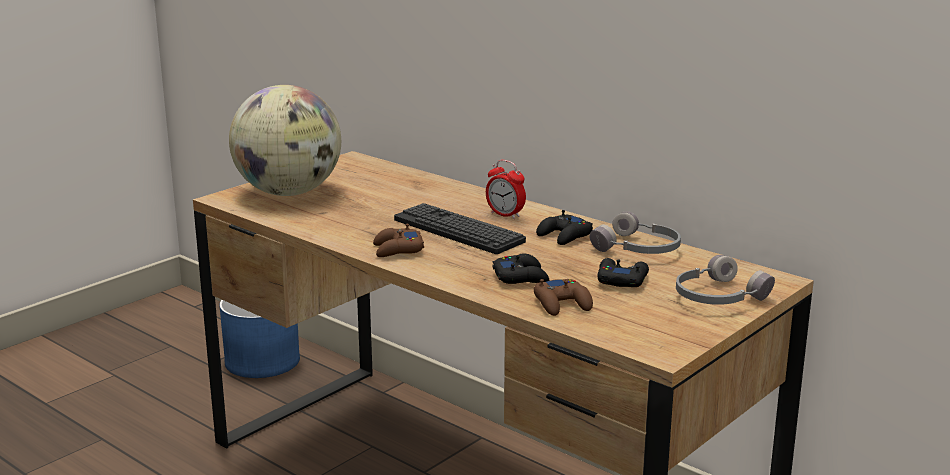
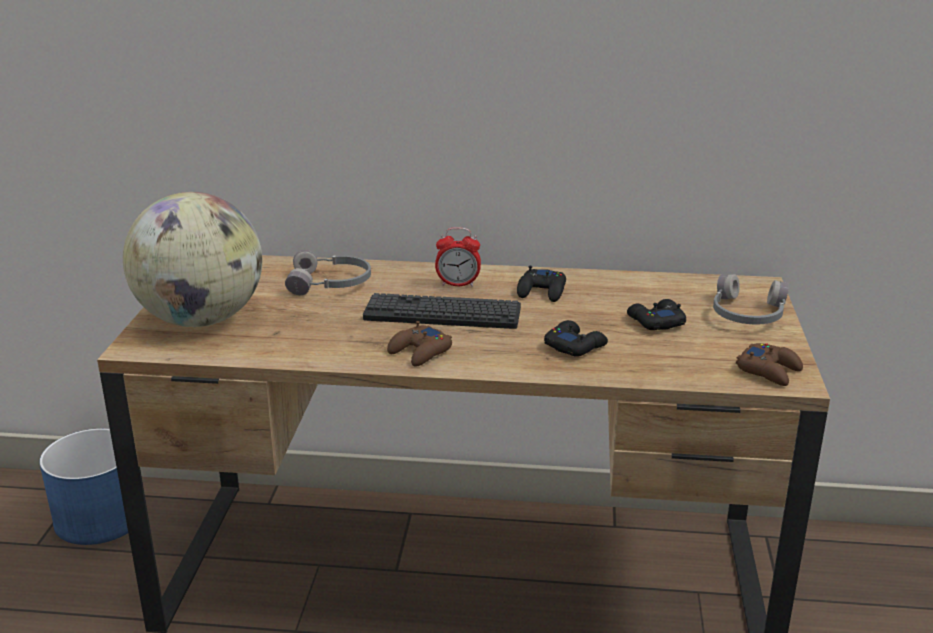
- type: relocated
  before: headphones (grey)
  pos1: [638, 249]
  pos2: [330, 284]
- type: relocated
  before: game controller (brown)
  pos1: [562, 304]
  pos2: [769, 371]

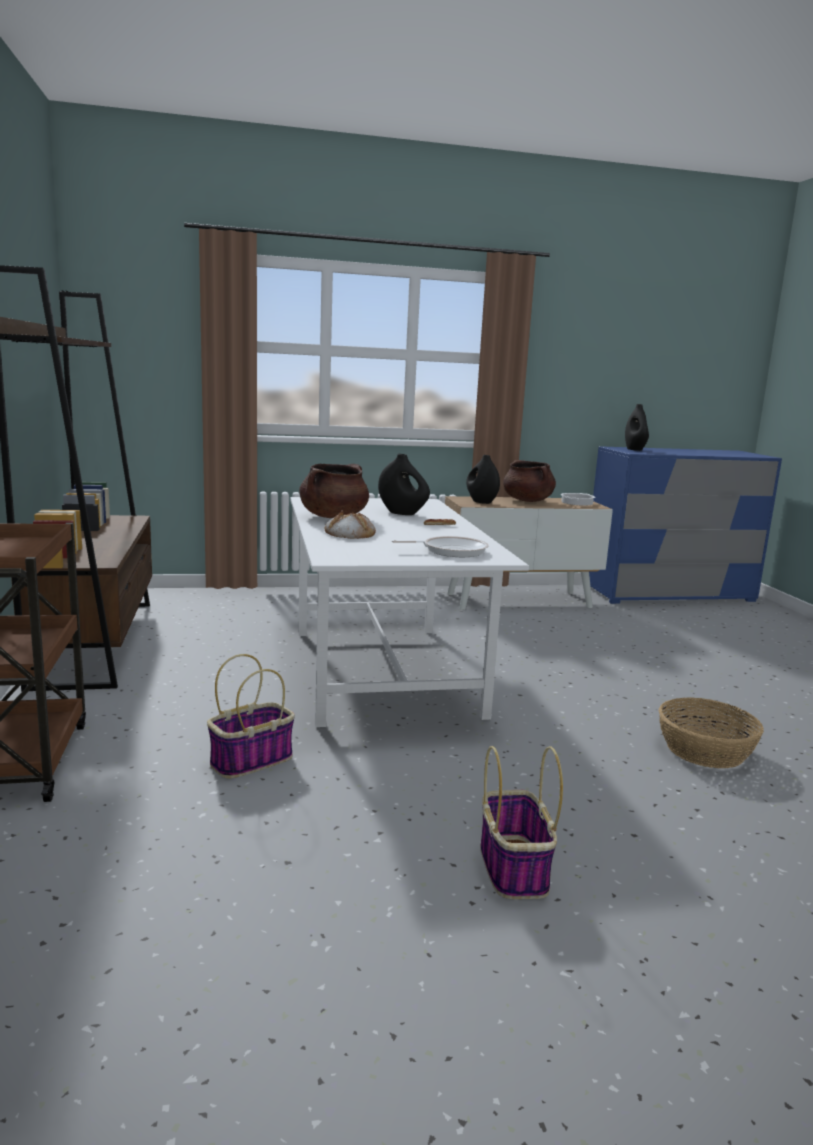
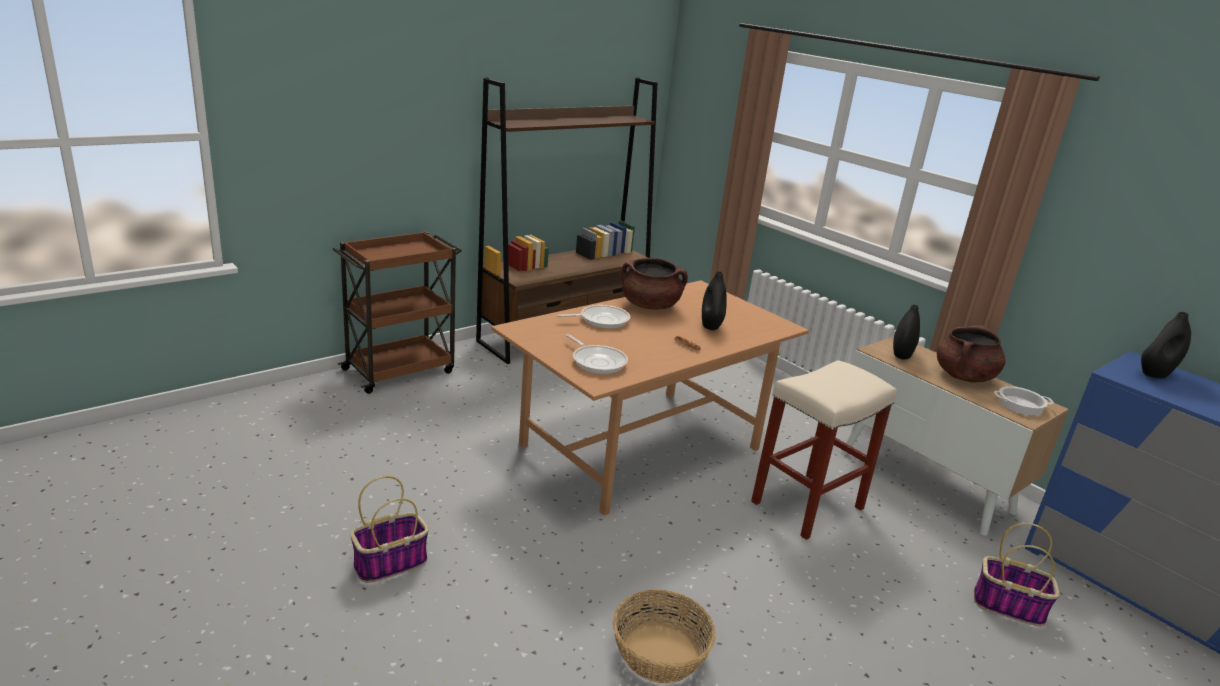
- type: colour
  before: dining table (white)
  after: dining table (brown)
  pos1: [381, 670]
  pos2: [641, 445]
- type: exchanged
  before: bread
  after: frying pan
  pos1: [349, 533]
  pos2: [601, 320]
- type: appeared
  after: stool (beige)
  pos2: [807, 506]
- type: relocated
  before: basket
  pos1: [252, 760]
  pos2: [1009, 606]

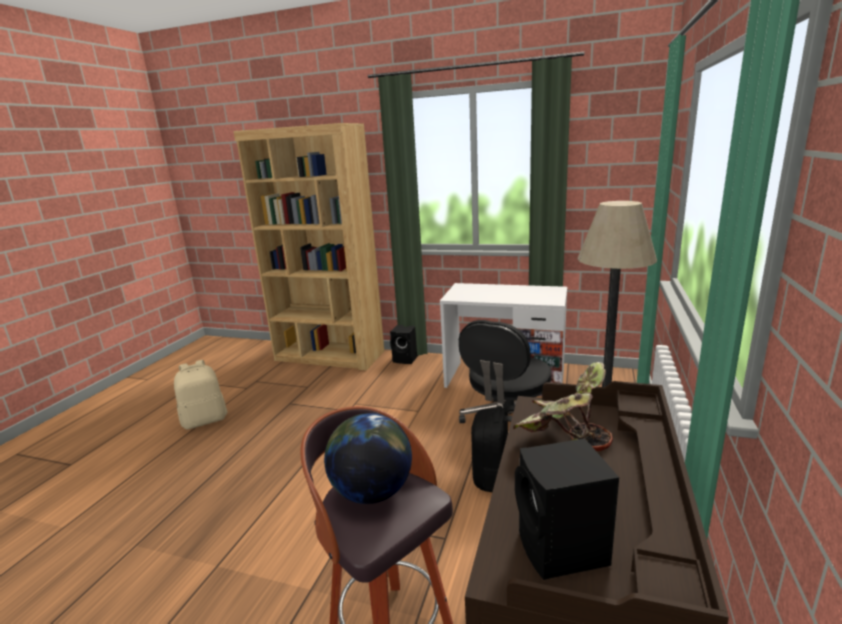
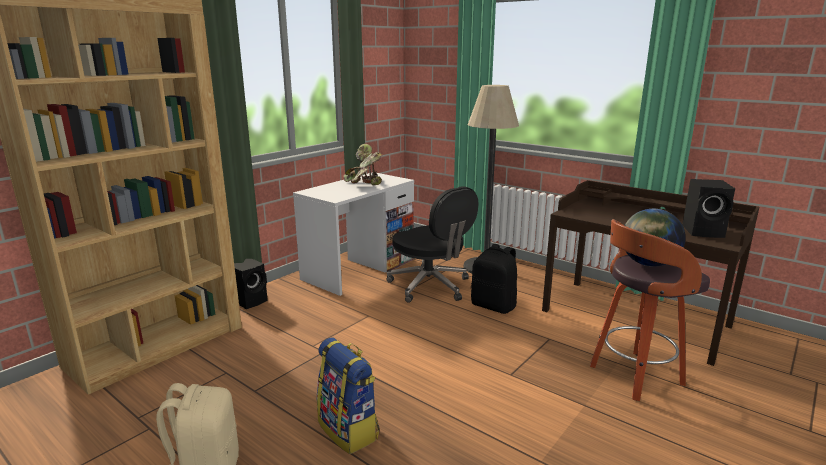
- type: appeared
  after: backpack
  pos2: [349, 430]
- type: relocated
  before: potted plant
  pos1: [562, 439]
  pos2: [364, 184]

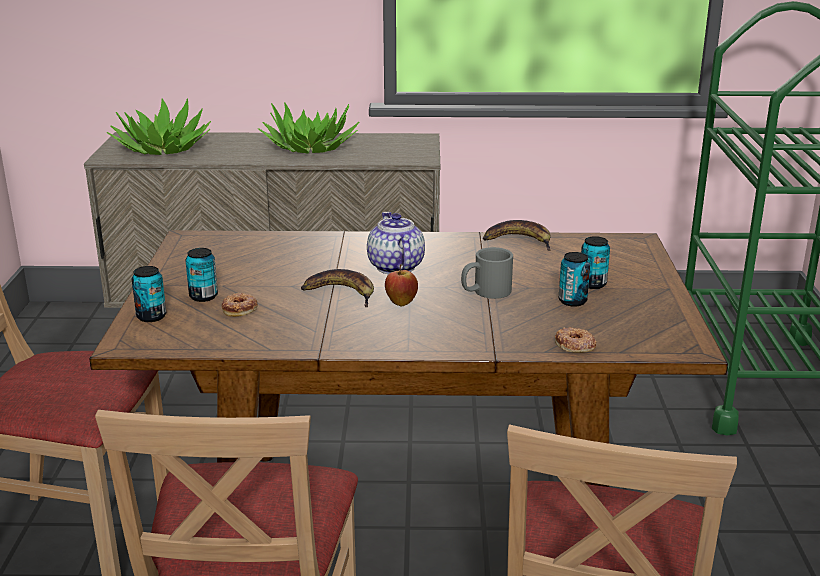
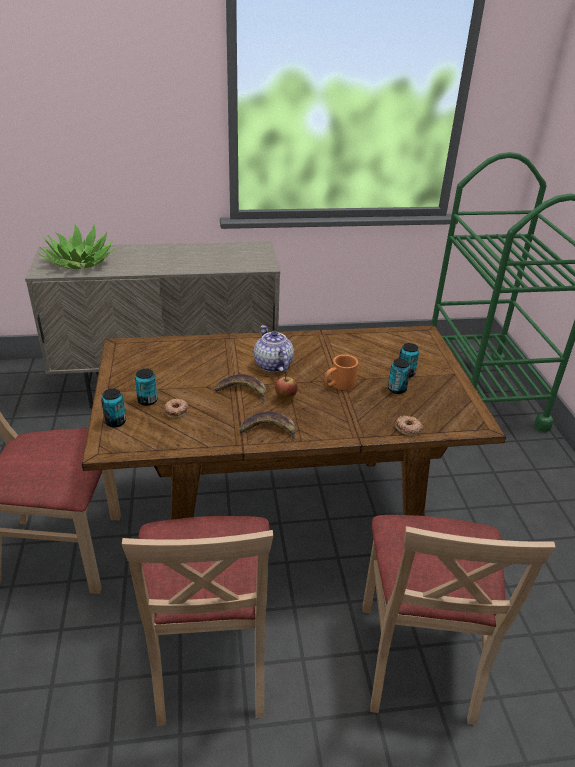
- type: relocated
  before: banana
  pos1: [519, 241]
  pos2: [269, 430]
- type: colour
  before: mug (grey)
  after: mug (orange)
  pos1: [485, 292]
  pos2: [338, 385]
- type: missing
  before: potted plant
  pos1: [310, 147]

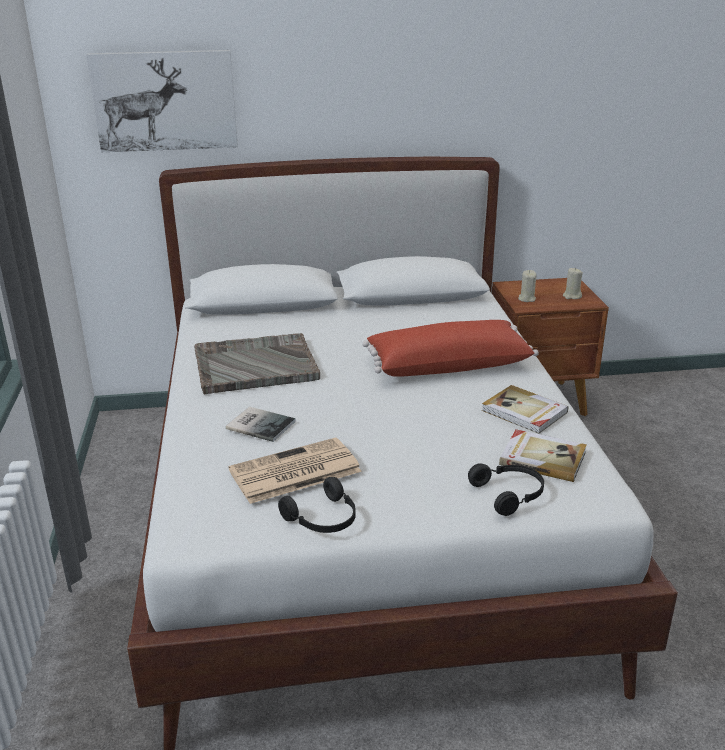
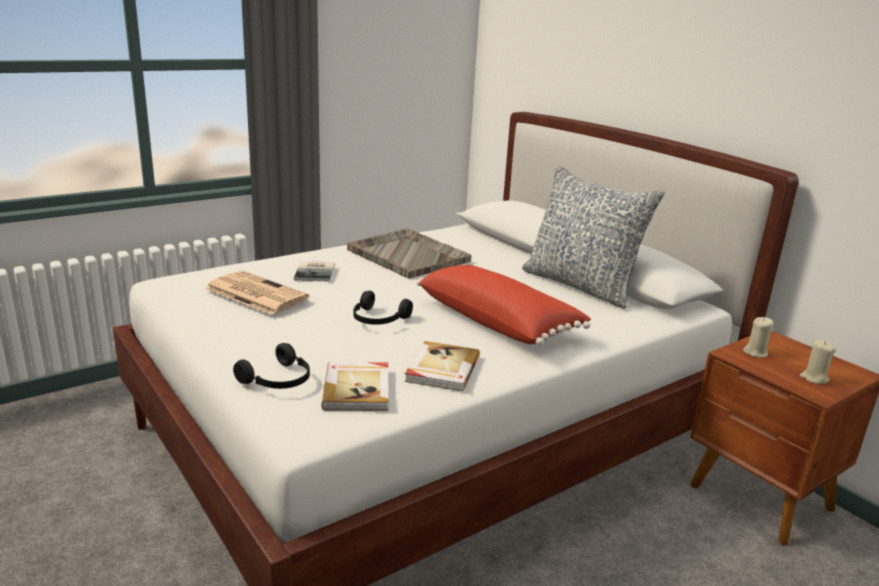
- type: relocated
  before: headphones (black)
  pos1: [324, 519]
  pos2: [378, 319]
- type: appeared
  after: pillow
  pos2: [581, 285]
- type: missing
  before: picture
  pos1: [165, 100]

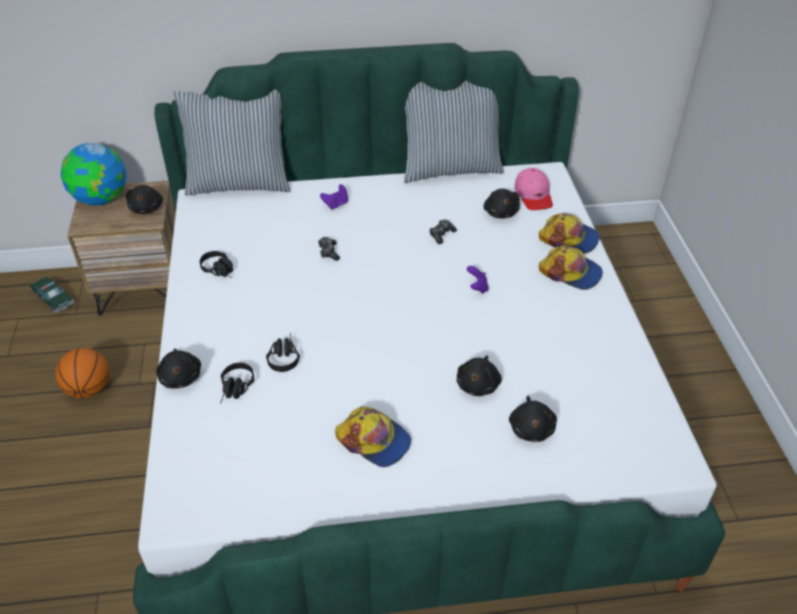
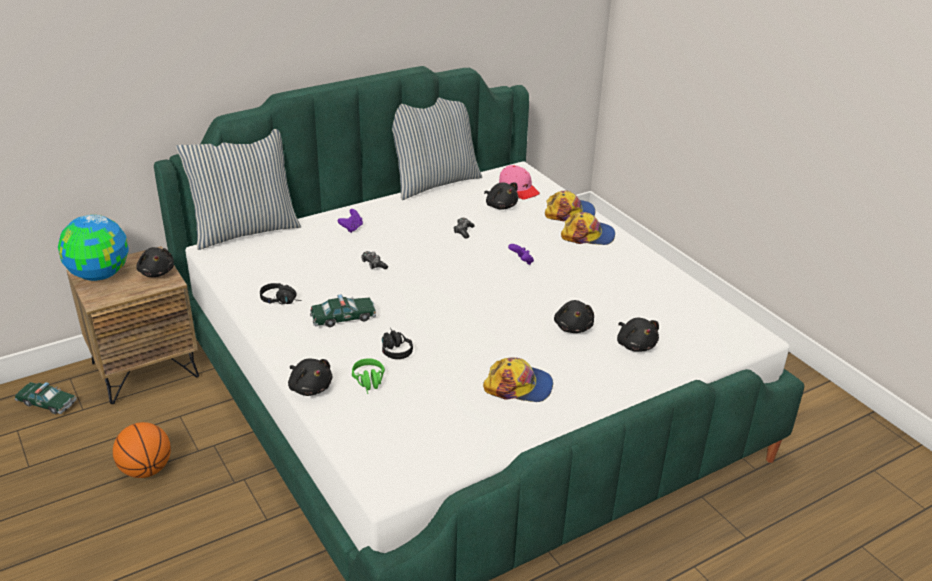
- type: appeared
  after: toy car
  pos2: [343, 318]
- type: colour
  before: headphones (black)
  after: headphones (green)
  pos1: [236, 390]
  pos2: [370, 383]

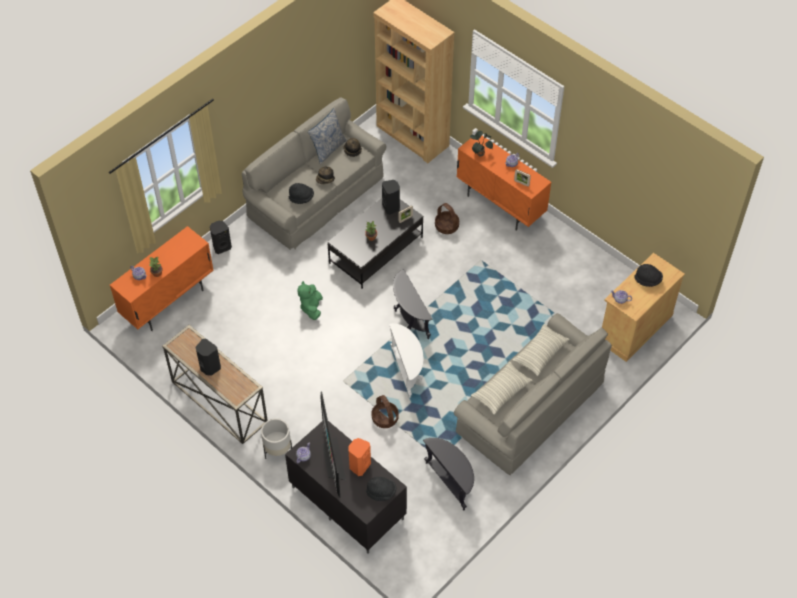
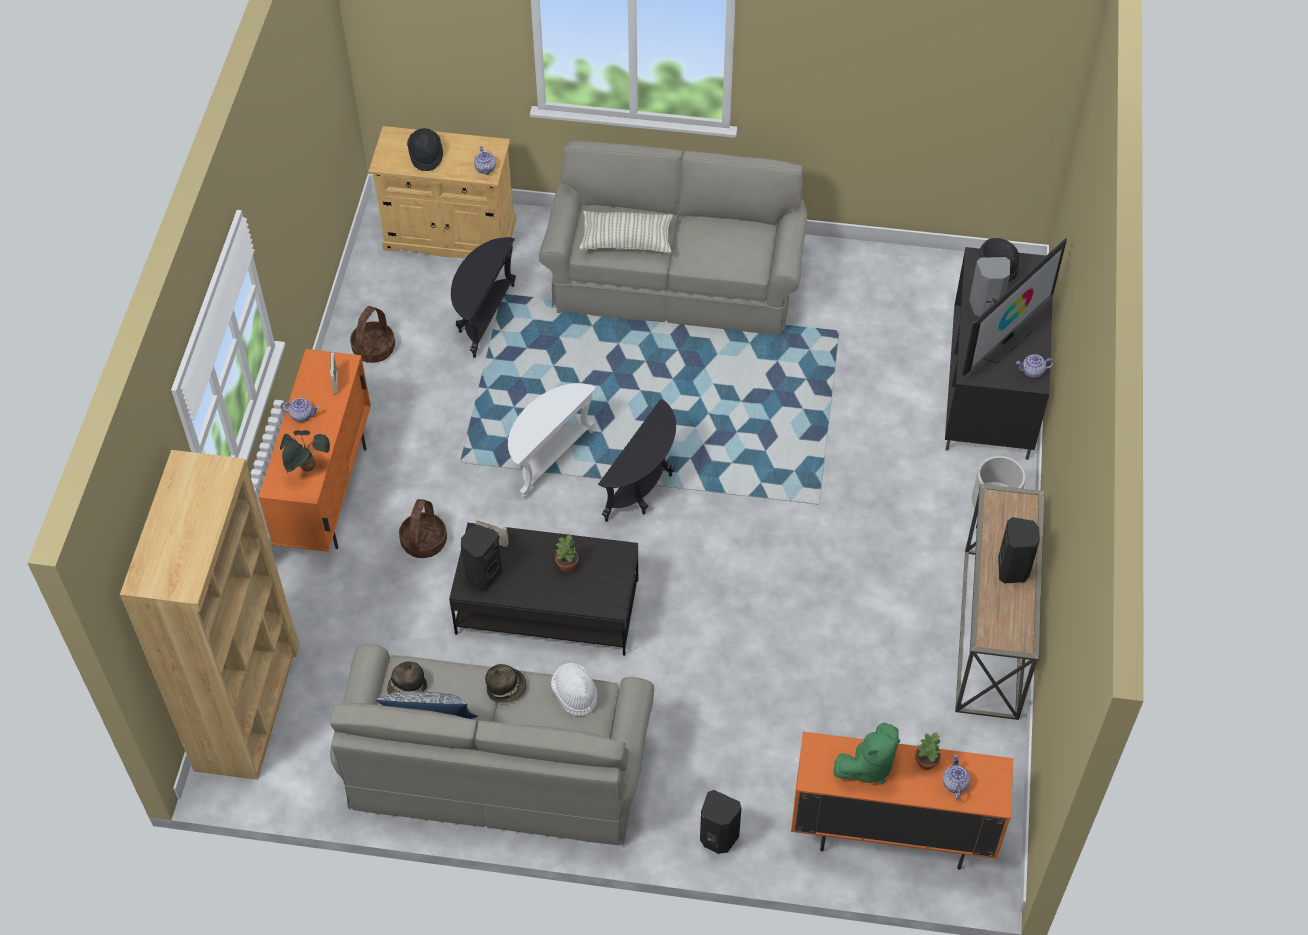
- type: relocated
  before: basket
  pos1: [384, 418]
  pos2: [374, 349]
- type: relocated
  before: side table (black)
  pos1: [451, 482]
  pos2: [483, 317]
- type: relocated
  before: side table (white)
  pos1: [407, 371]
  pos2: [548, 458]
- type: colour
  before: hat (black)
  after: hat (white)
  pos1: [301, 198]
  pos2: [575, 694]
- type: relocated
  before: plush toy (green)
  pos1: [311, 308]
  pos2: [868, 766]
- type: colour
  before: speaker (orange)
  after: speaker (grey)
  pos1: [359, 466]
  pos2: [986, 307]
- type: missing
  before: pillow
  pos1: [501, 392]

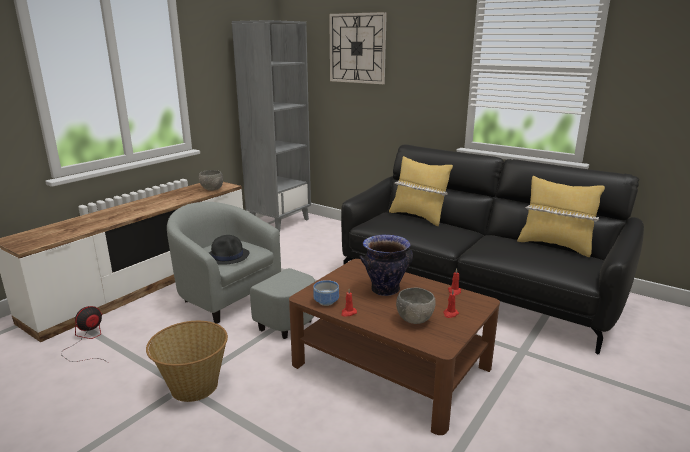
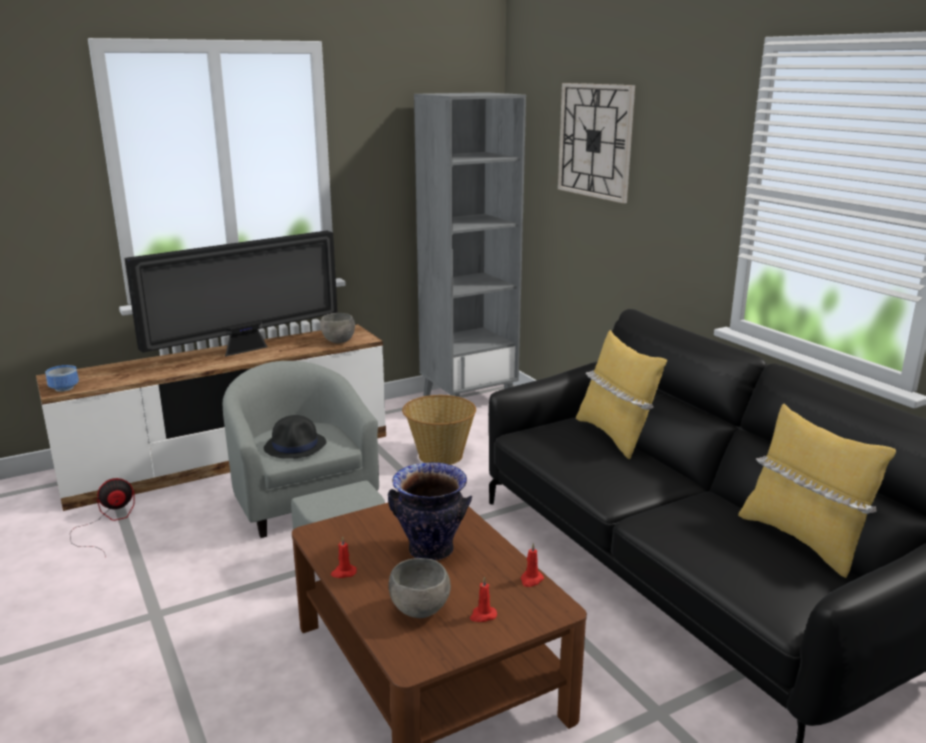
- type: relocated
  before: bowl
  pos1: [326, 302]
  pos2: [63, 389]
- type: appeared
  after: television
  pos2: [247, 349]
- type: relocated
  before: basket
  pos1: [193, 386]
  pos2: [439, 456]

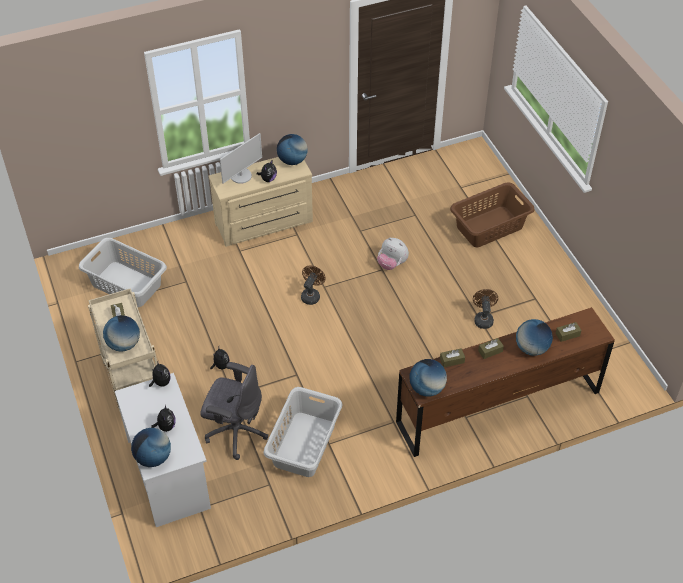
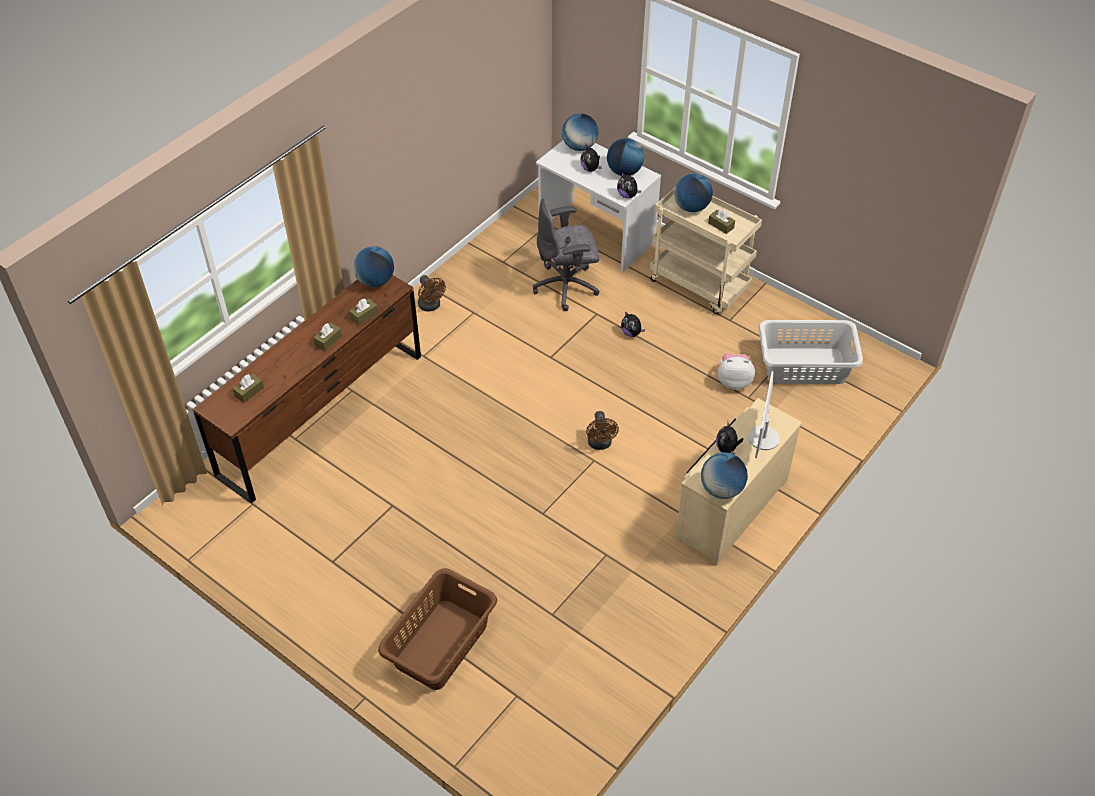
- type: relocated
  before: fan (brown)
  pos1: [483, 319]
  pos2: [431, 306]
- type: relocated
  before: globe
  pos1: [531, 348]
  pos2: [624, 172]
- type: relocated
  before: plush toy
  pos1: [392, 264]
  pos2: [733, 381]
- type: missing
  before: laundry basket (grey)
  pos1: [303, 444]

